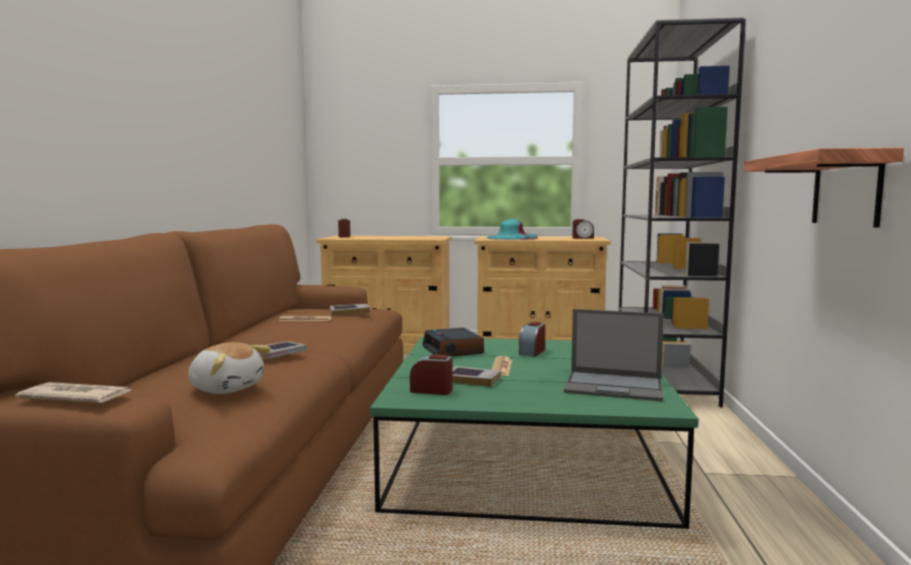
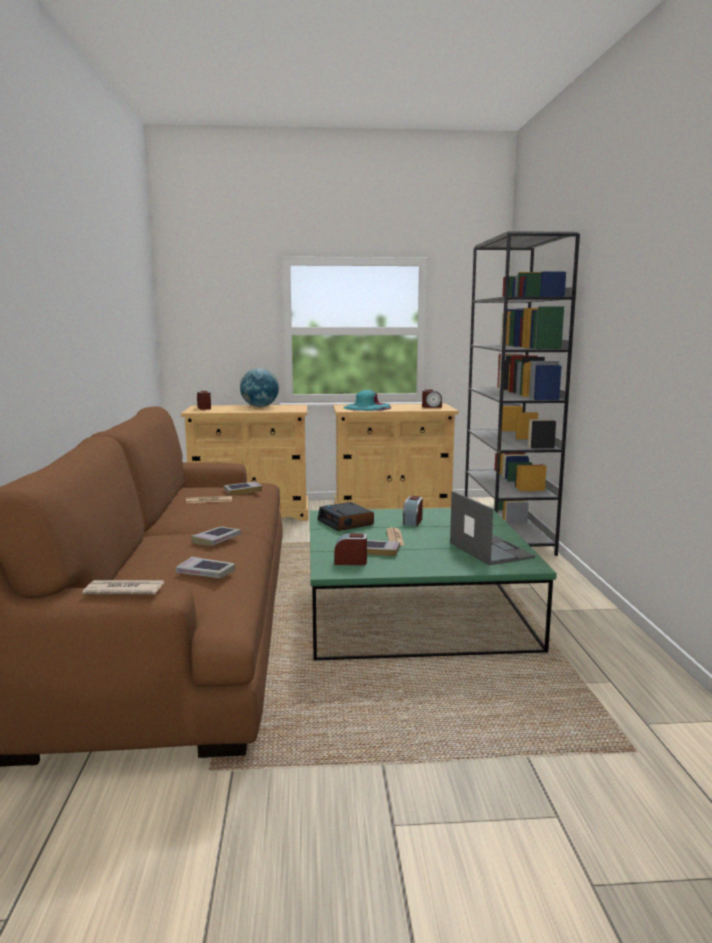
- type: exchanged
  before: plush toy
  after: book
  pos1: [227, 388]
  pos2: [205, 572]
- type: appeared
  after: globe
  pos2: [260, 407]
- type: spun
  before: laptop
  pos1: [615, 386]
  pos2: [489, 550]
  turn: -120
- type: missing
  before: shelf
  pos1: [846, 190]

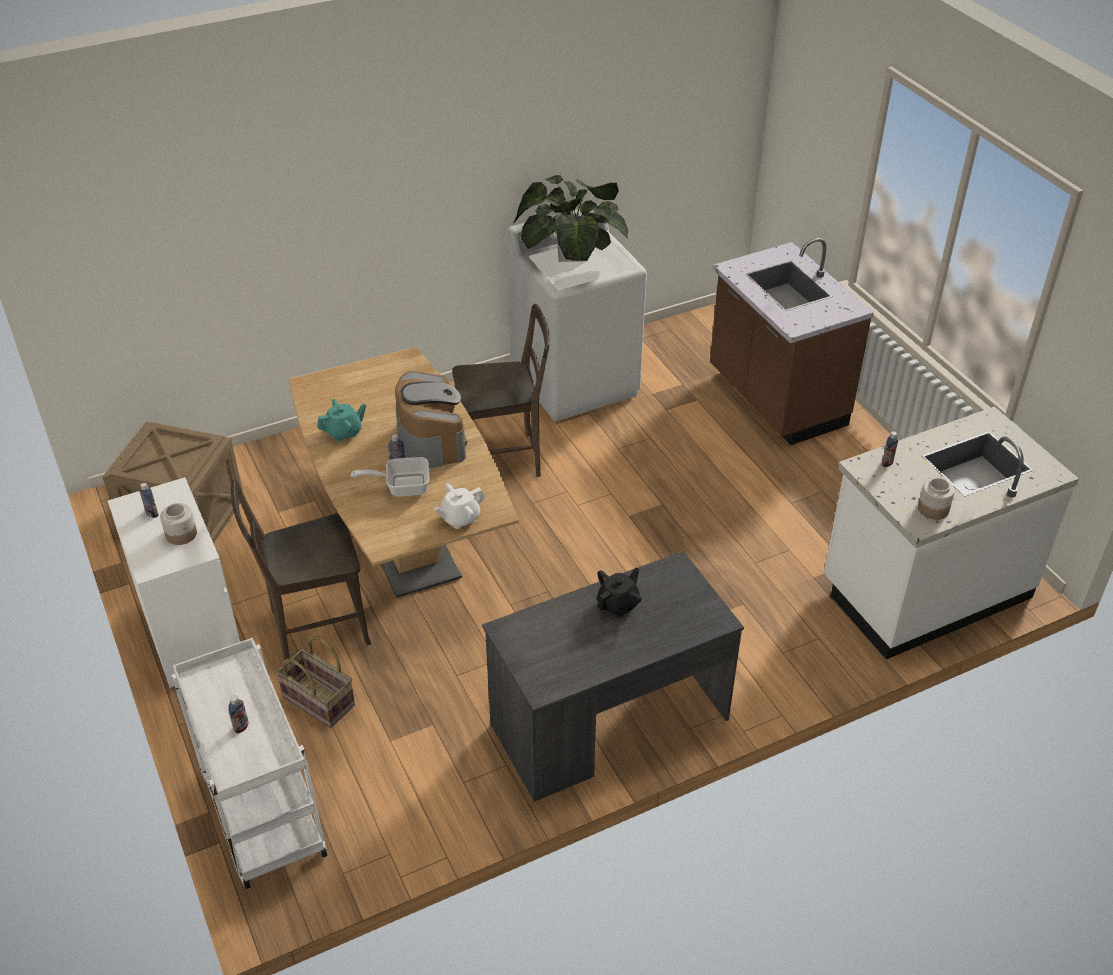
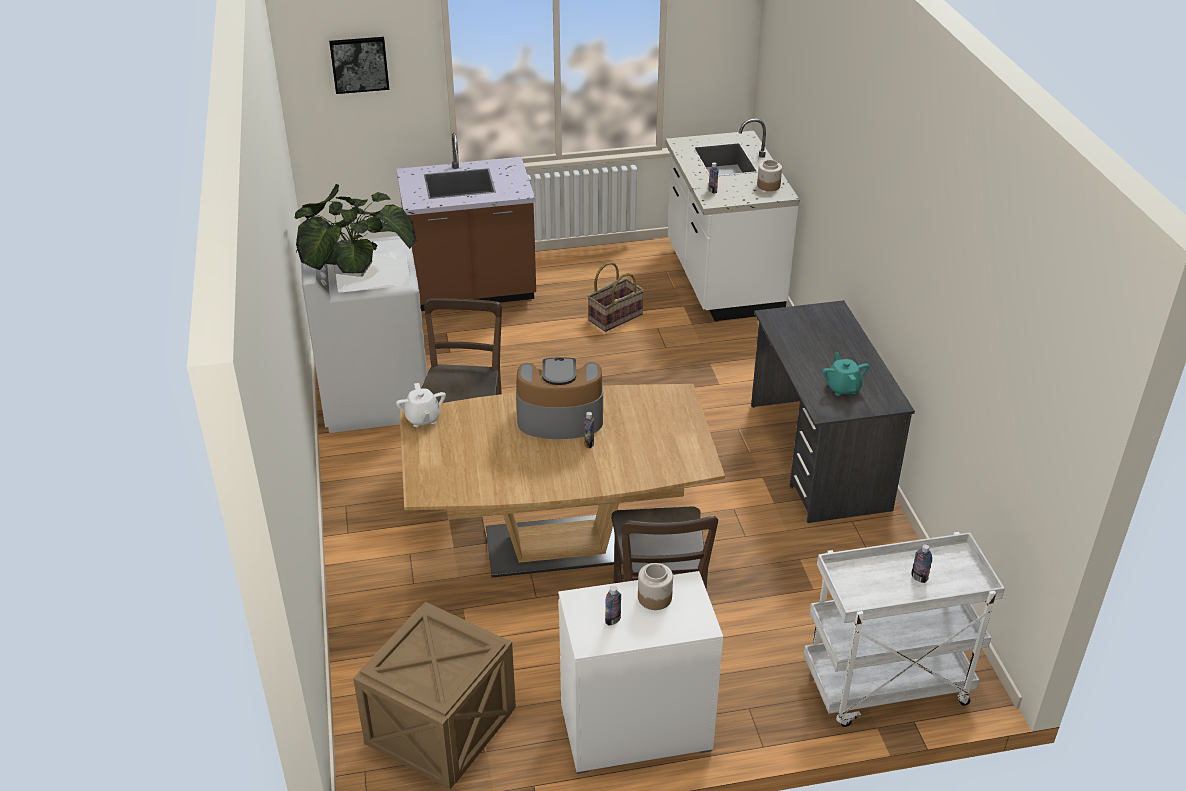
- type: appeared
  after: picture
  pos2: [359, 64]
- type: relocated
  before: teapot (white)
  pos1: [460, 518]
  pos2: [423, 418]
- type: relocated
  before: basket
  pos1: [320, 700]
  pos2: [615, 317]
- type: relocated
  before: teapot (turquoise)
  pos1: [344, 432]
  pos2: [843, 388]
- type: missing
  before: frying pan
  pos1: [402, 486]
- type: missing
  before: teapot (black)
  pos1: [618, 604]

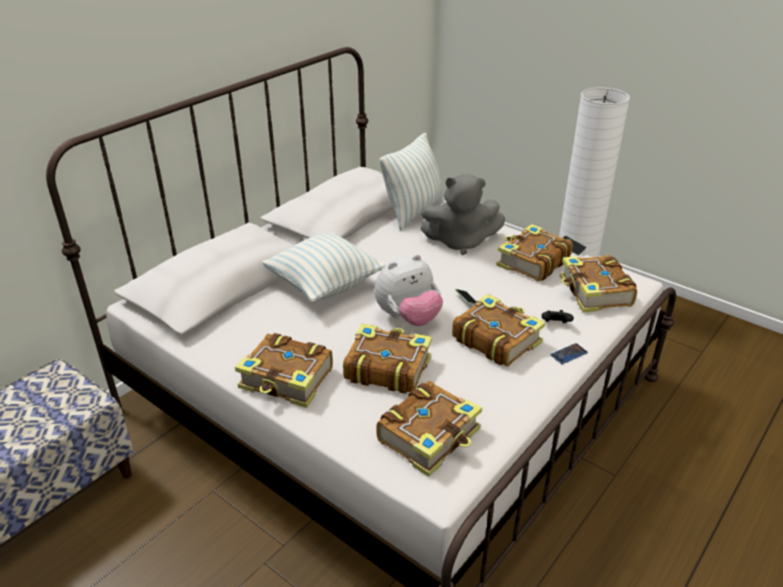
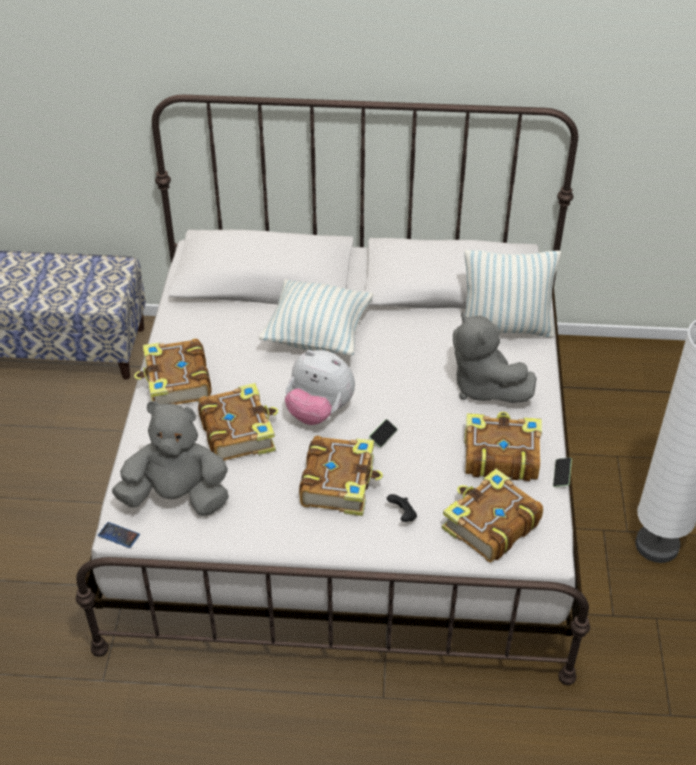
- type: relocated
  before: phone
  pos1: [568, 354]
  pos2: [119, 535]
- type: exchanged
  before: book
  after: plush toy (grey)
  pos1: [430, 436]
  pos2: [177, 497]

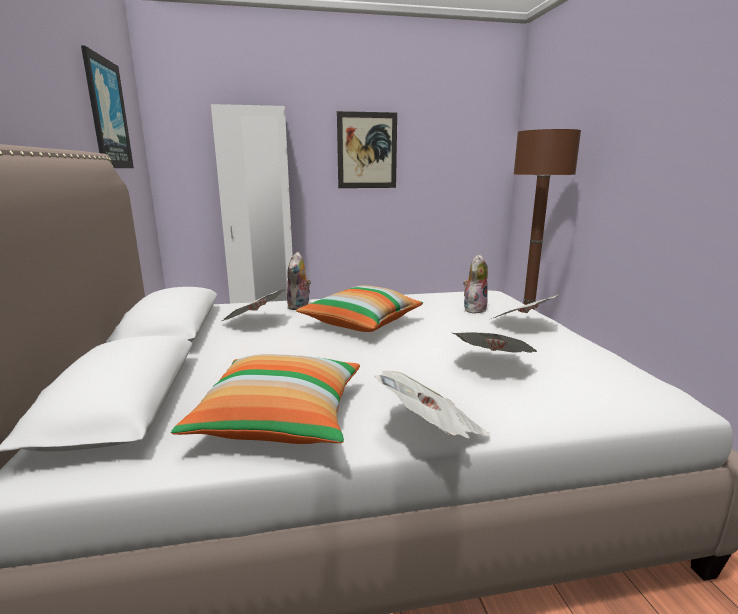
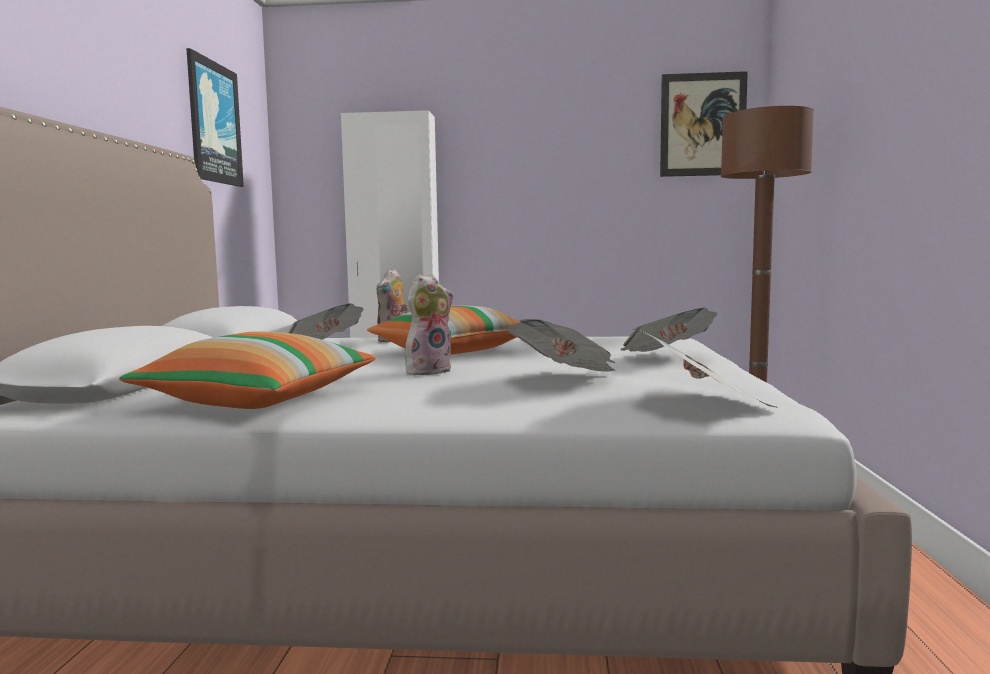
- type: relocated
  before: plush toy
  pos1: [474, 309]
  pos2: [428, 371]
- type: relocated
  before: newspaper
  pos1: [431, 430]
  pos2: [703, 404]
- type: relocated
  before: picture
  pos1: [367, 150]
  pos2: [702, 124]

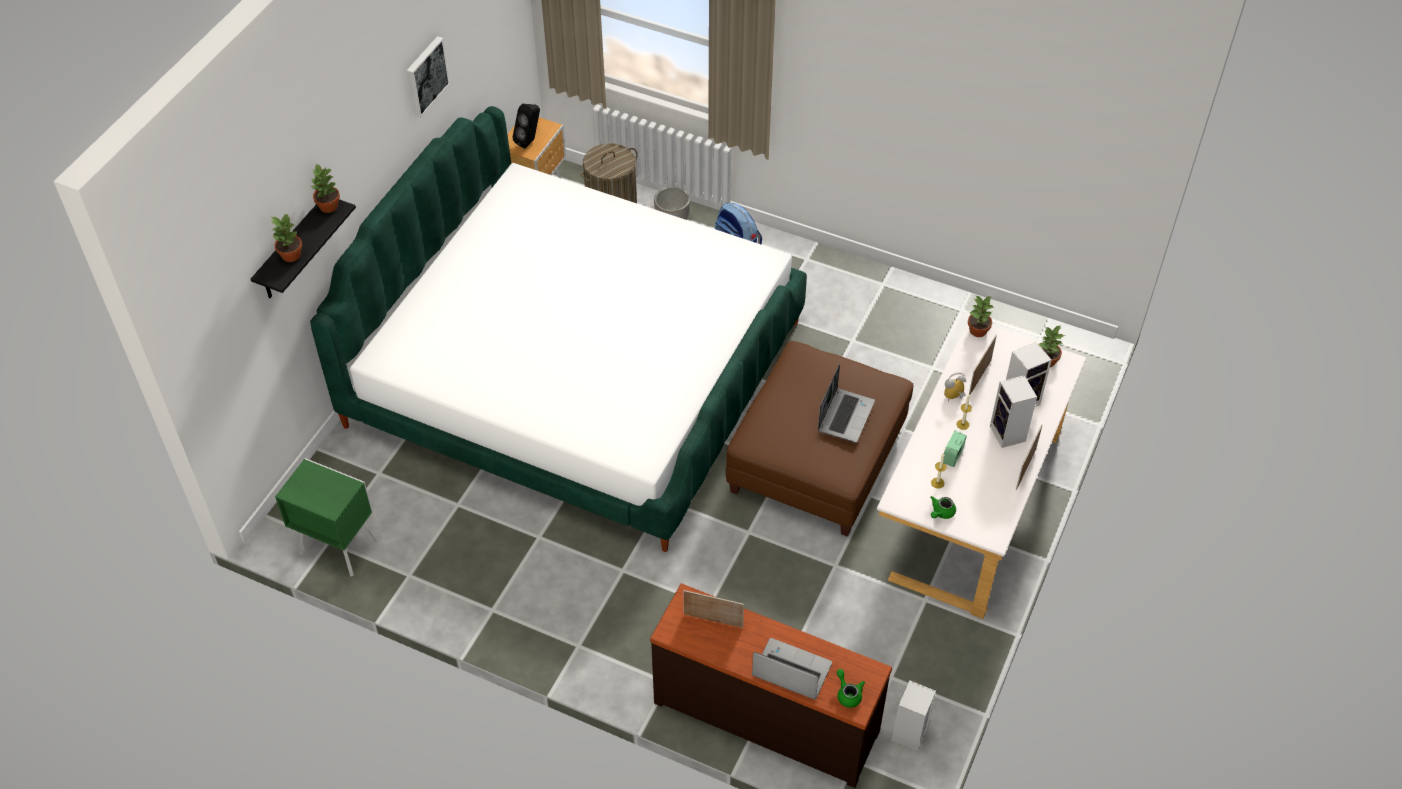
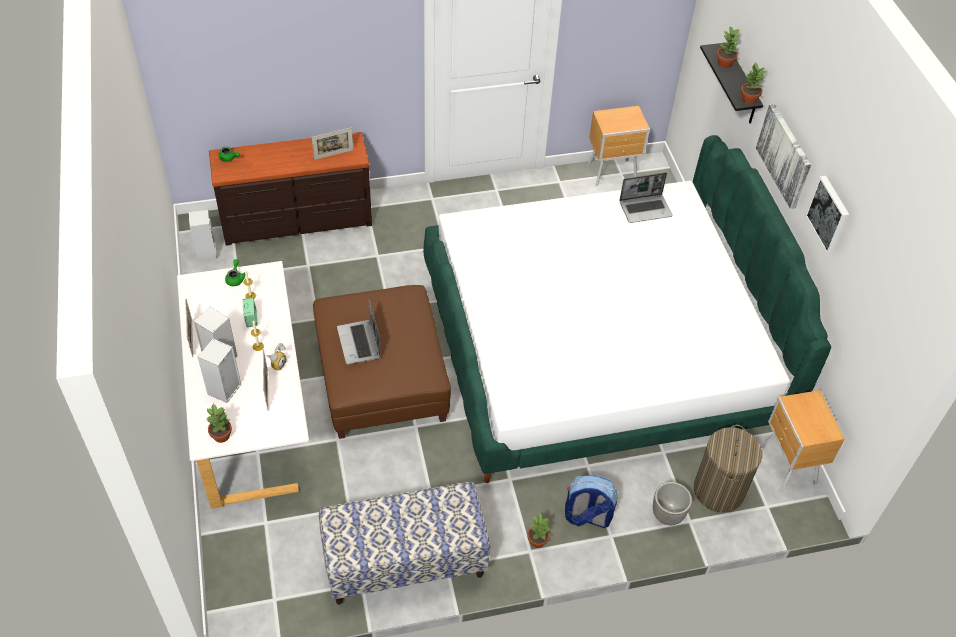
- type: appeared
  after: bench
  pos2: [404, 562]
- type: relocated
  before: potted plant
  pos1: [977, 330]
  pos2: [537, 540]
- type: colour
  before: nightstand (green)
  after: nightstand (brown)
  pos1: [337, 547]
  pos2: [613, 173]
- type: relocated
  before: laptop
  pos1: [790, 671]
  pos2: [645, 209]
- type: appeared
  after: picture
  pos2: [785, 155]
- type: missing
  before: speaker (black)
  pos1: [529, 141]

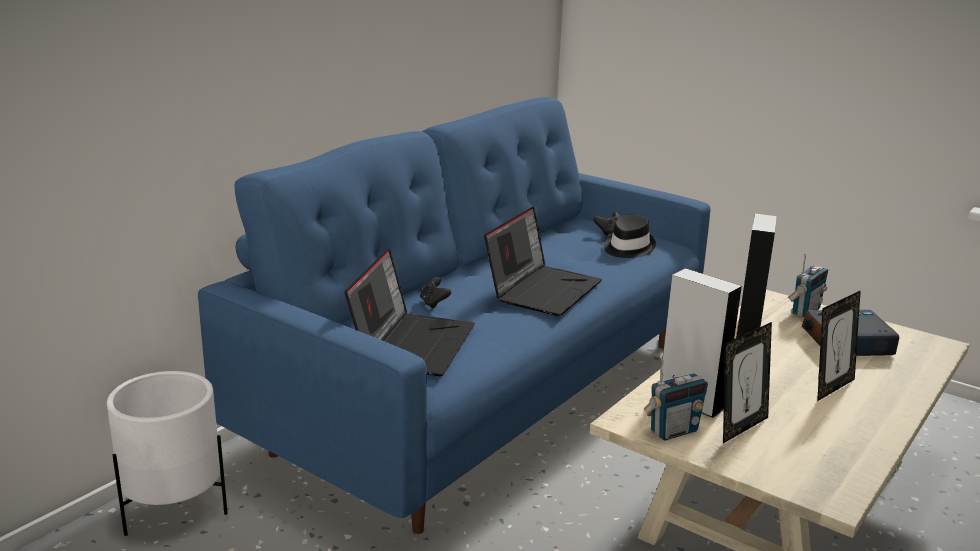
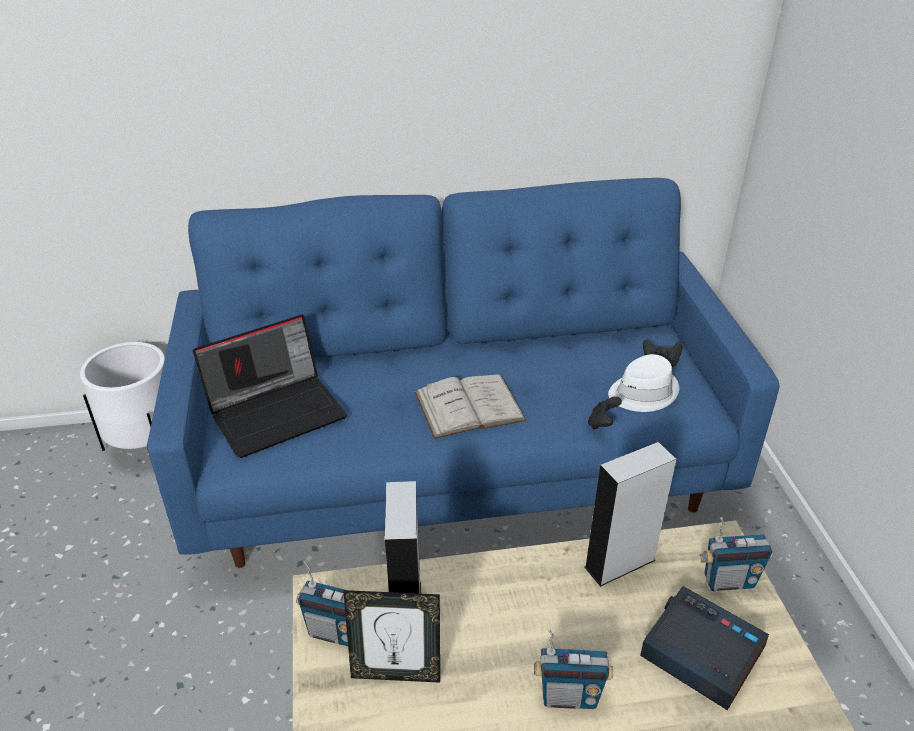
- type: exchanged
  before: laptop
  after: book (white)
  pos1: [543, 289]
  pos2: [469, 406]
- type: exchanged
  before: picture frame
  after: radio
  pos1: [831, 387]
  pos2: [569, 696]
- type: relocated
  before: game controller (black)
  pos1: [434, 303]
  pos2: [602, 423]
- type: colour
  before: hat (black)
  after: hat (white)
  pos1: [627, 248]
  pos2: [642, 392]

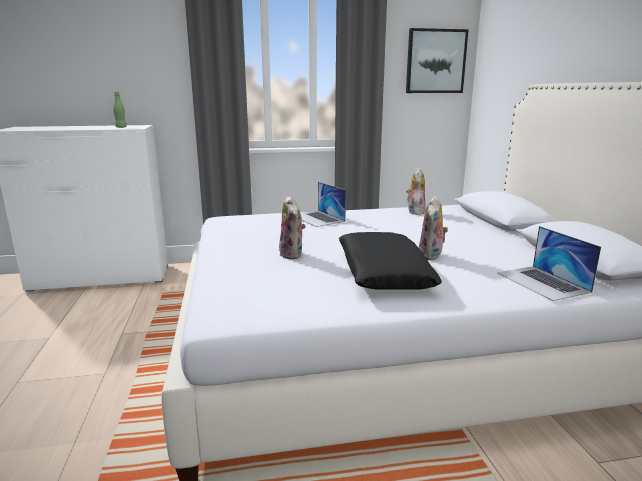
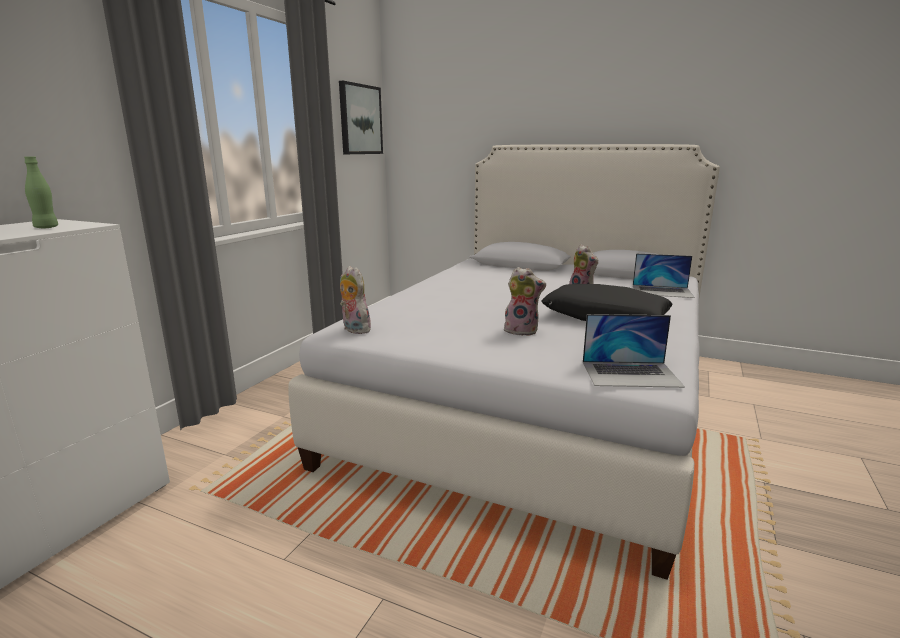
- type: relocated
  before: plush toy
  pos1: [414, 211]
  pos2: [354, 329]
- type: relocated
  before: laptop
  pos1: [317, 218]
  pos2: [631, 374]

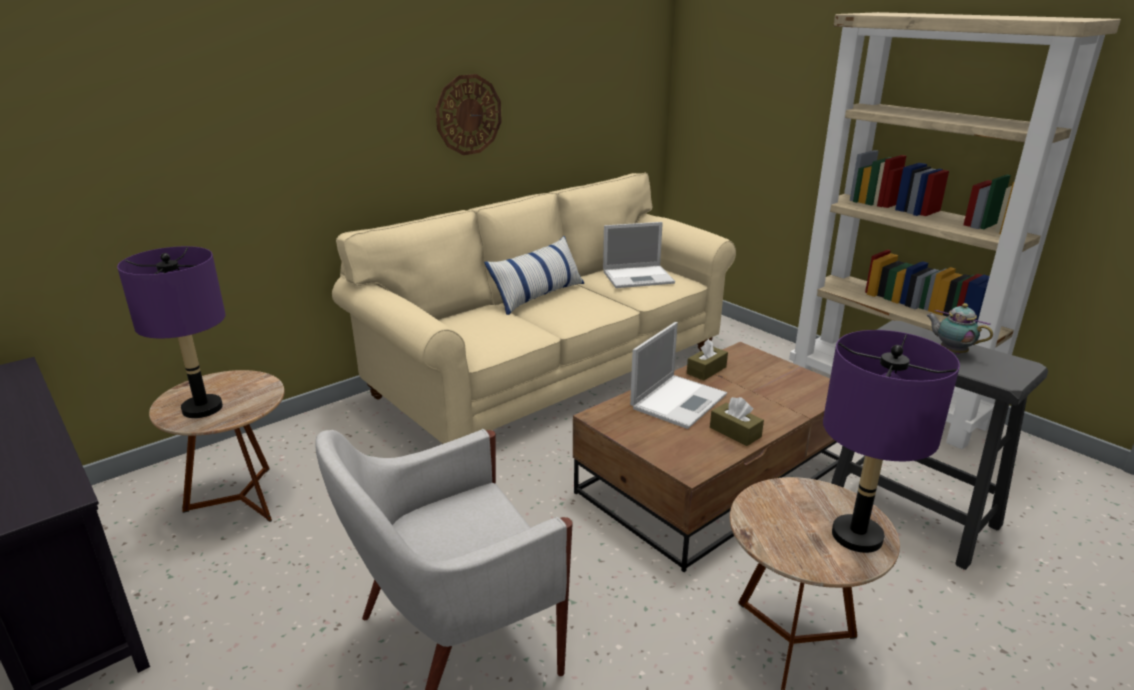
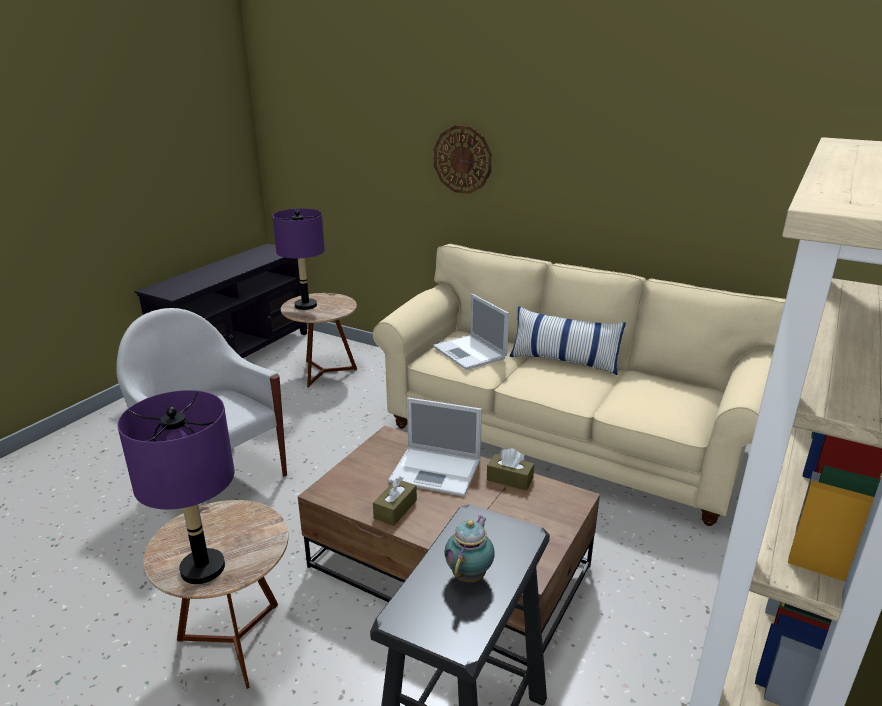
- type: relocated
  before: laptop
  pos1: [639, 277]
  pos2: [470, 353]
- type: relocated
  before: wall clock
  pos1: [468, 115]
  pos2: [462, 159]

